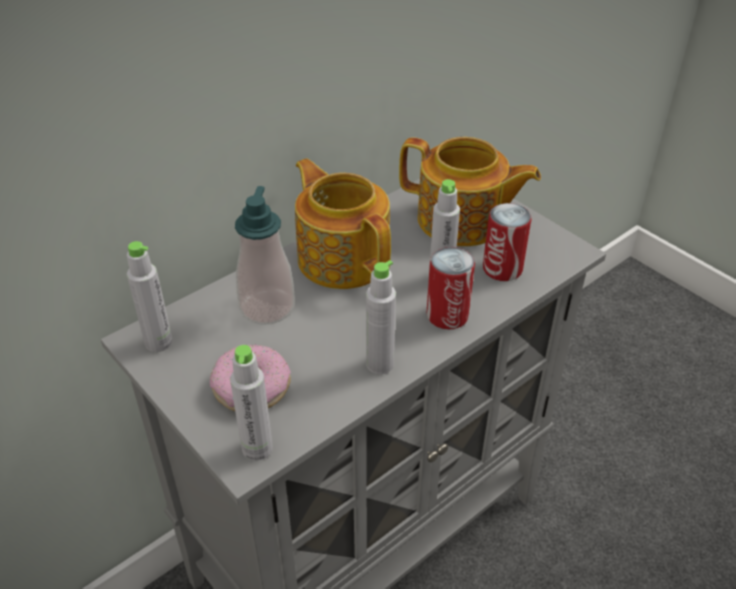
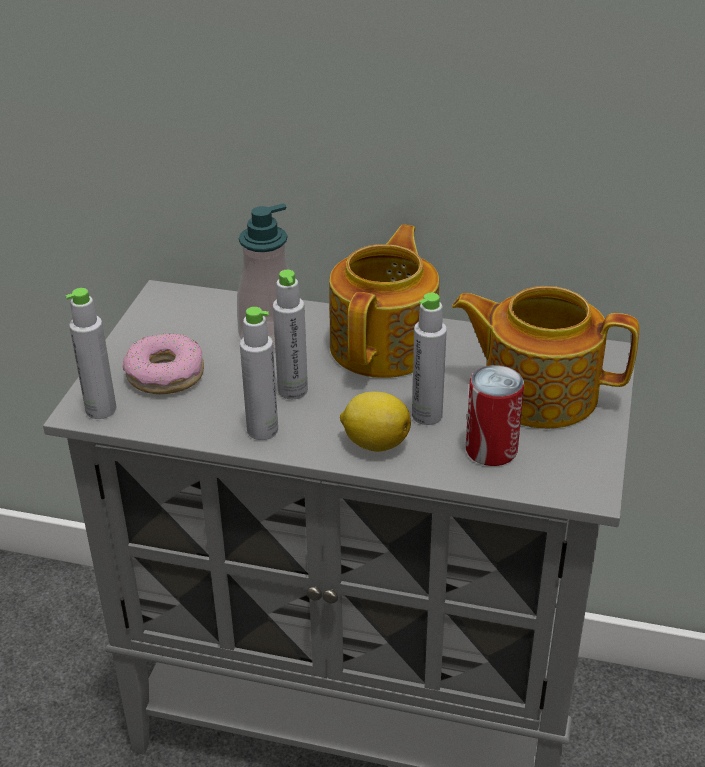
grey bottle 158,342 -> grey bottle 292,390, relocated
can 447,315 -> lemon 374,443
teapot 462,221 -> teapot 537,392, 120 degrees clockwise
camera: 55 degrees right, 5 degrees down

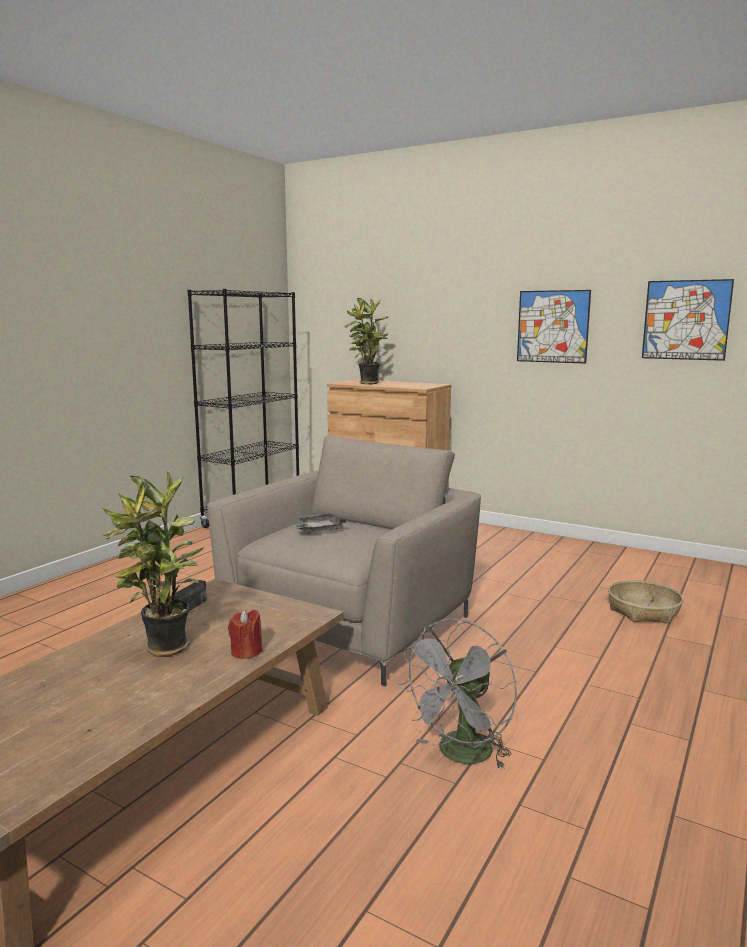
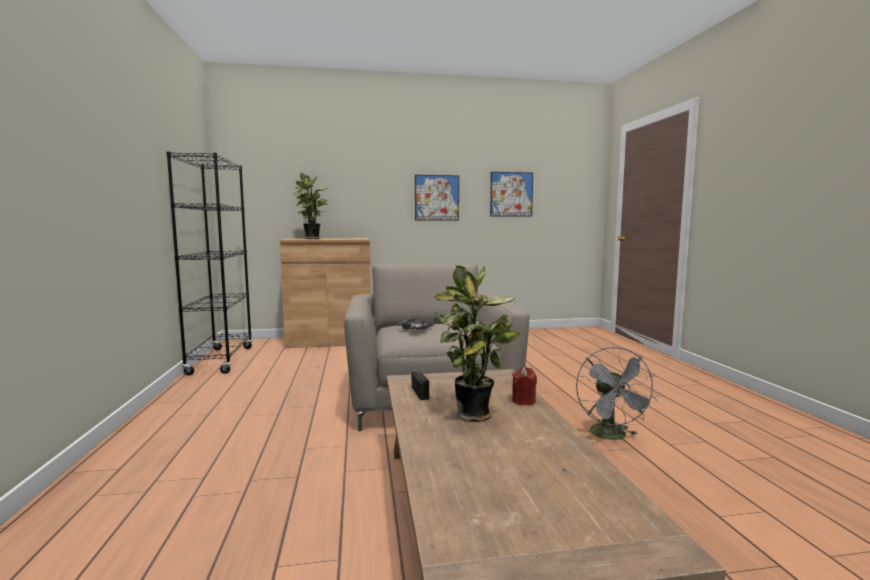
basket 643,611 -> none
camera: 40 degrees left, 5 degrees down

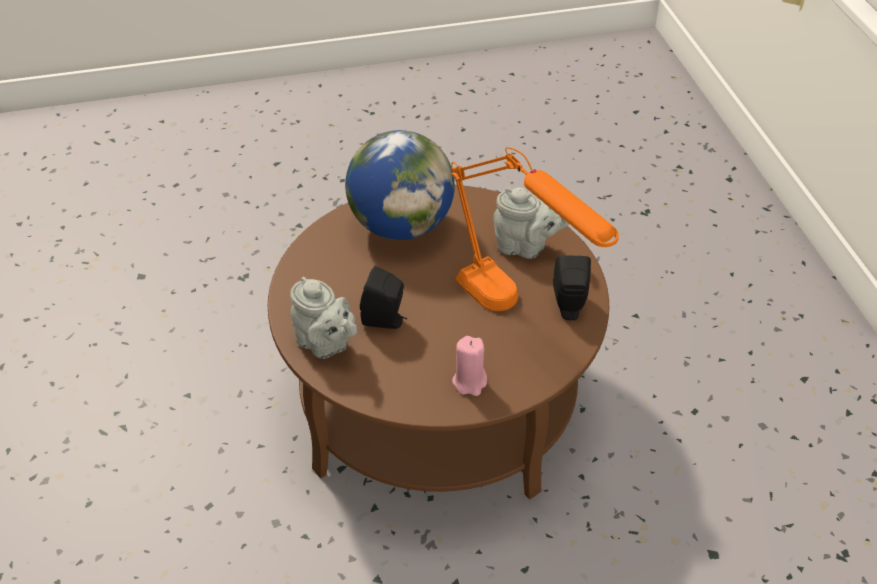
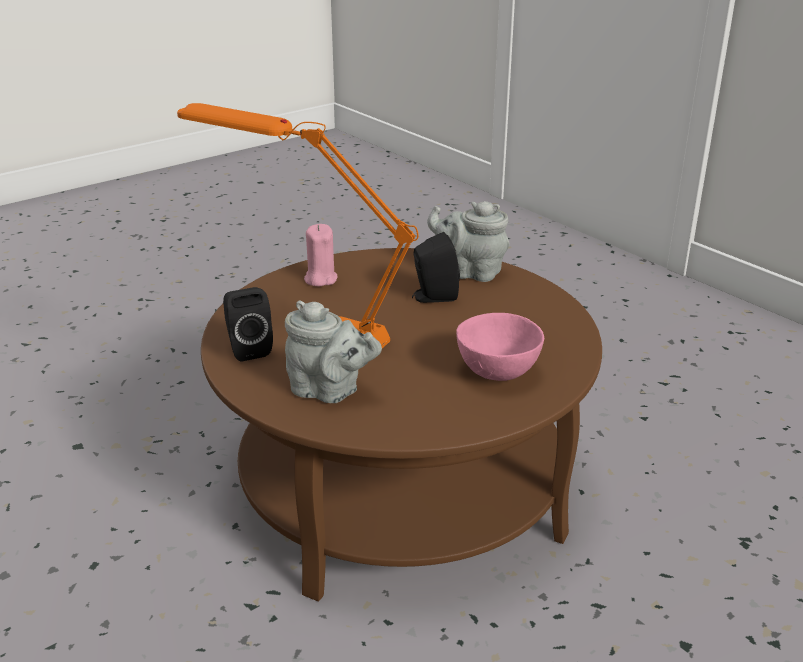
globe 401,226 -> pink bowl 498,374
grey teapot 525,247 -> grey teapot 329,391, 150 degrees counterclockwise
camera: 155 degrees right, 15 degrees down

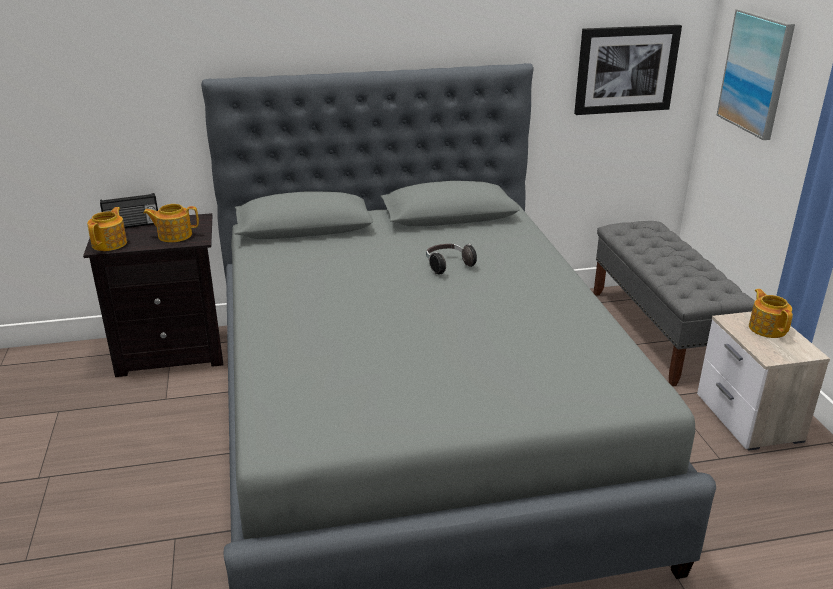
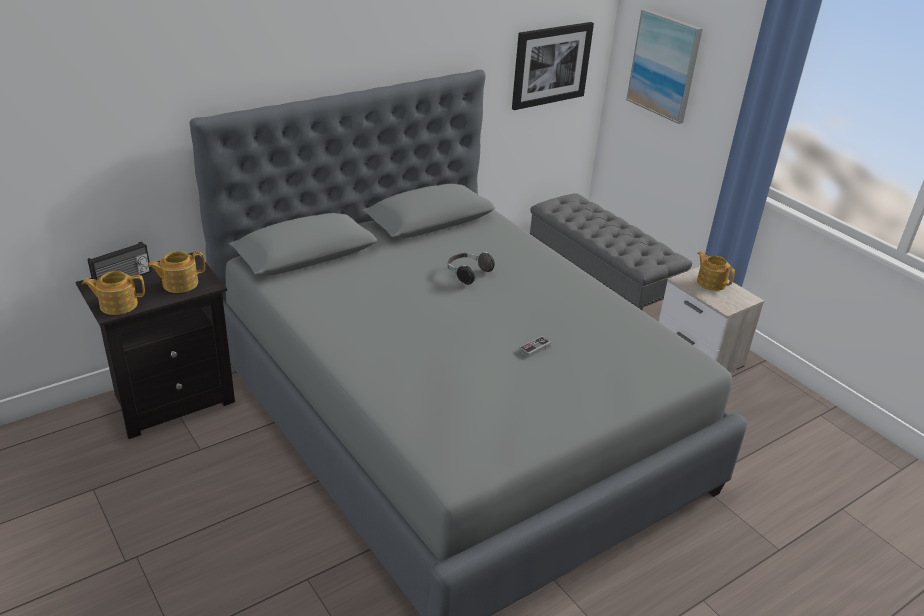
none -> game controller 535,348
teapot 110,243 -> teapot 118,304, 90 degrees counterclockwise
camera: 25 degrees left, 5 degrees up

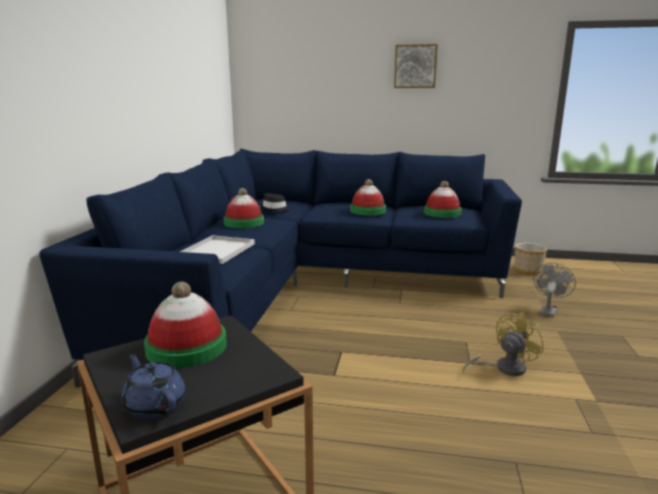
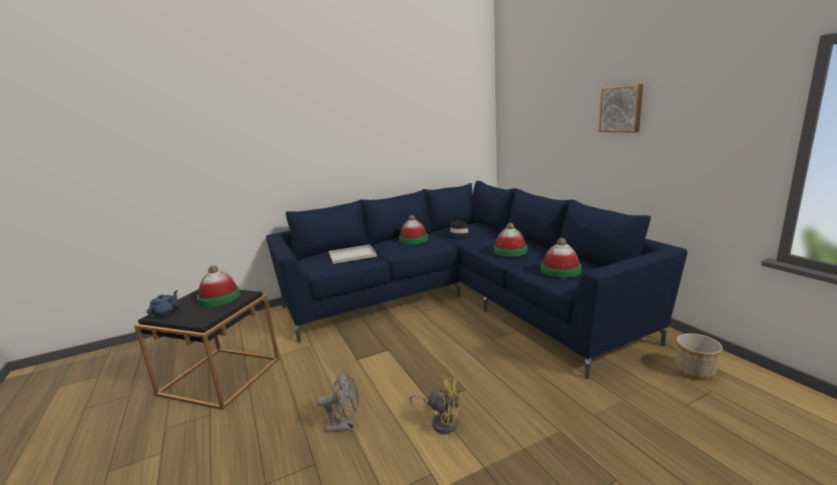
grey fan 548,310 -> grey fan 345,425, relocated
camera: 55 degrees right, 0 degrees up

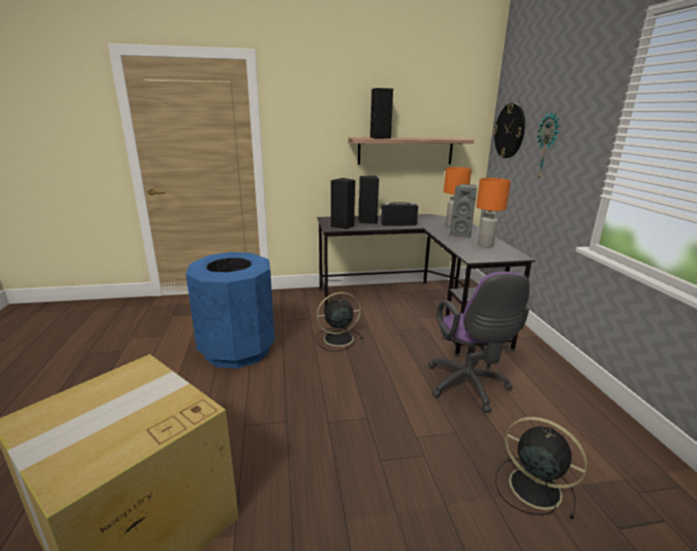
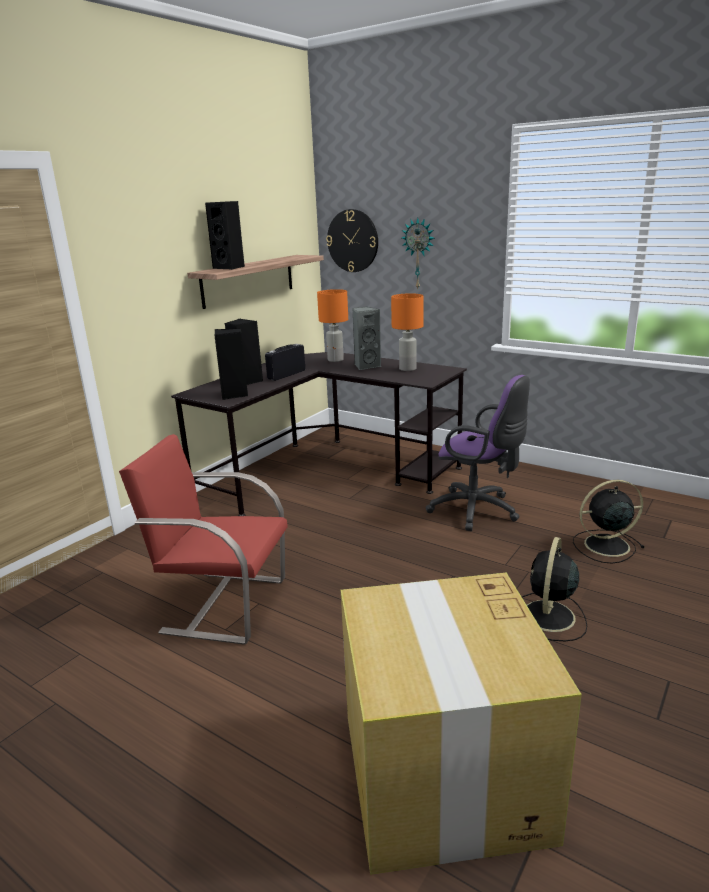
black fan 337,339 -> black fan 548,617, relocated
blue trash can 237,349 -> red chair 223,604
camera: 45 degrees left, 0 degrees up

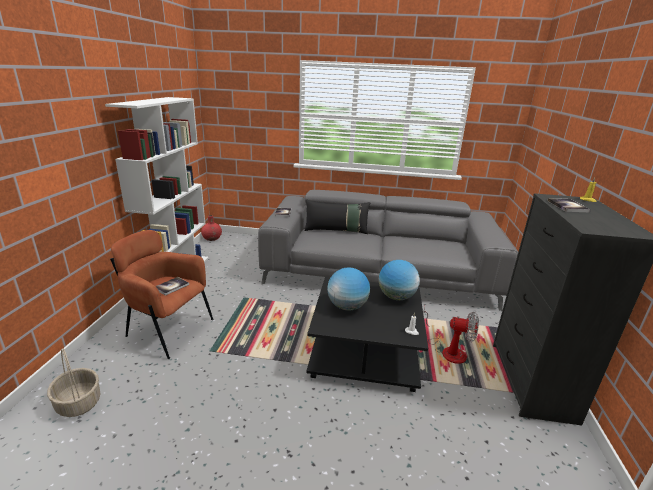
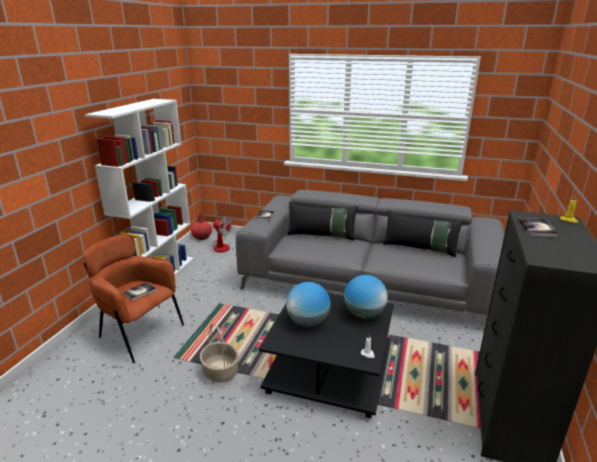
none -> black pillow 420,248
basket 78,403 -> basket 220,371, relocated
fan 448,350 -> fan 221,246, relocated
camera: 10 degrees right, 0 degrees up

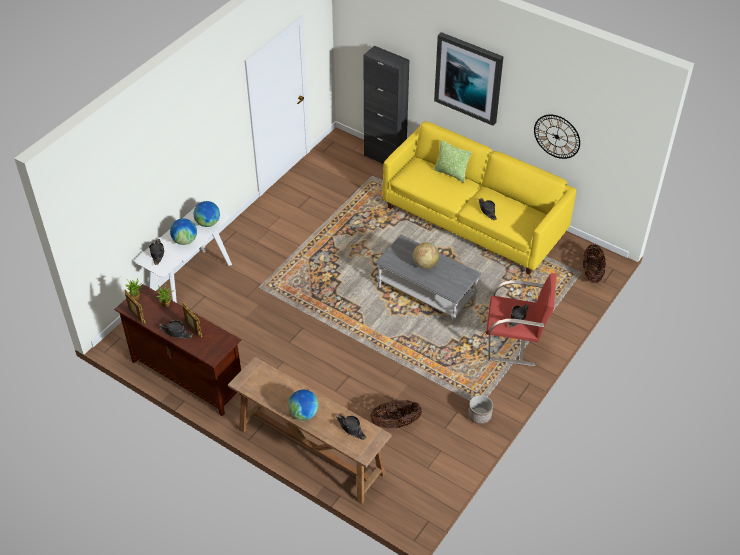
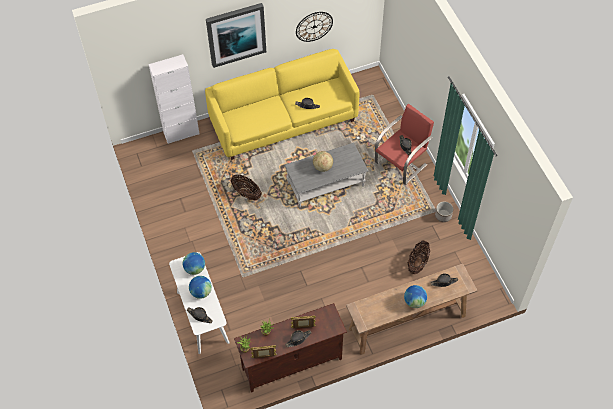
pillow 451,173 -> none
basket 592,273 -> basket 246,193, relocated
black cabinet 385,158 -> white cabinet 181,133
camera: 55 degrees left, 10 degrees up

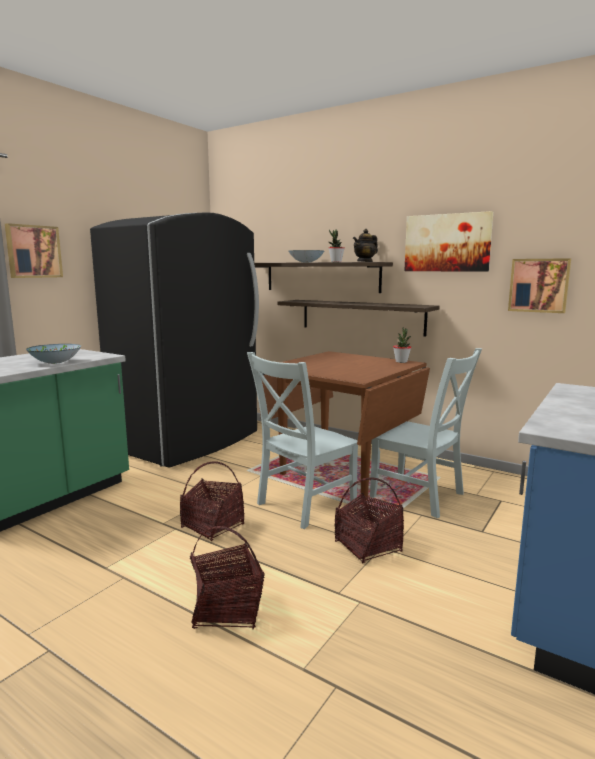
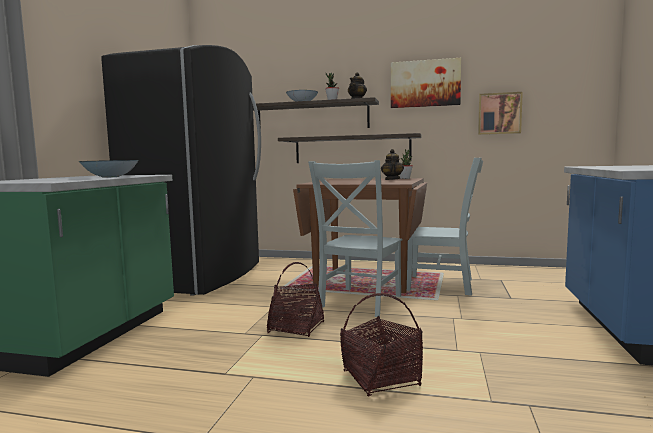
picture 33,251 -> none
basket 368,547 -> none
none -> teapot 392,179
camera: 20 degrees left, 5 degrees down

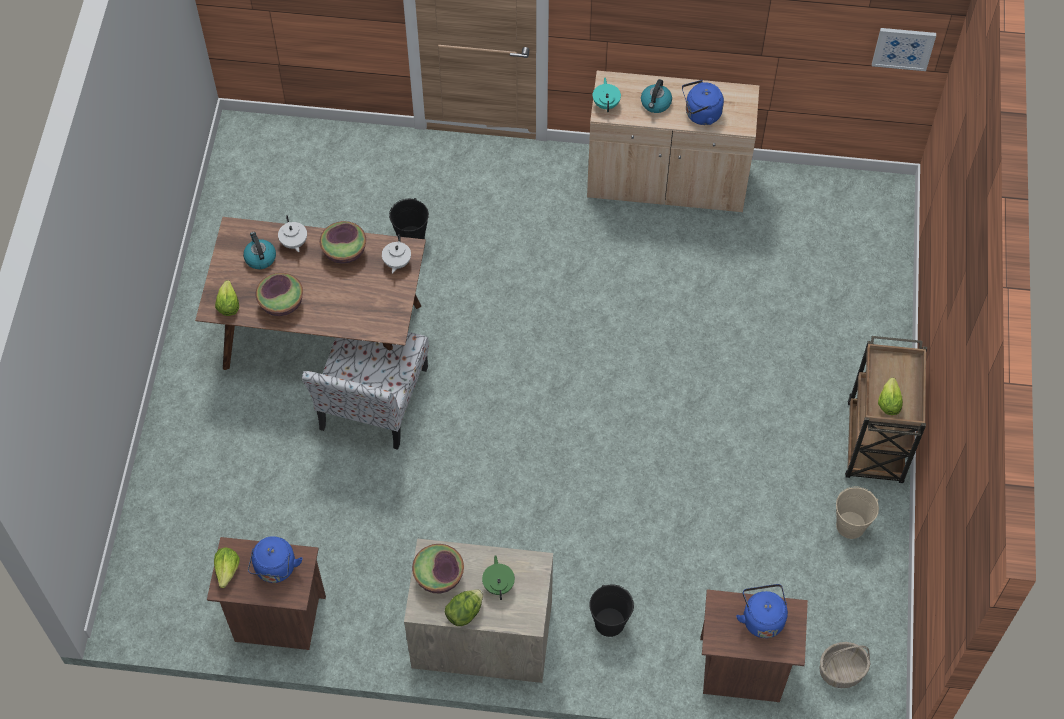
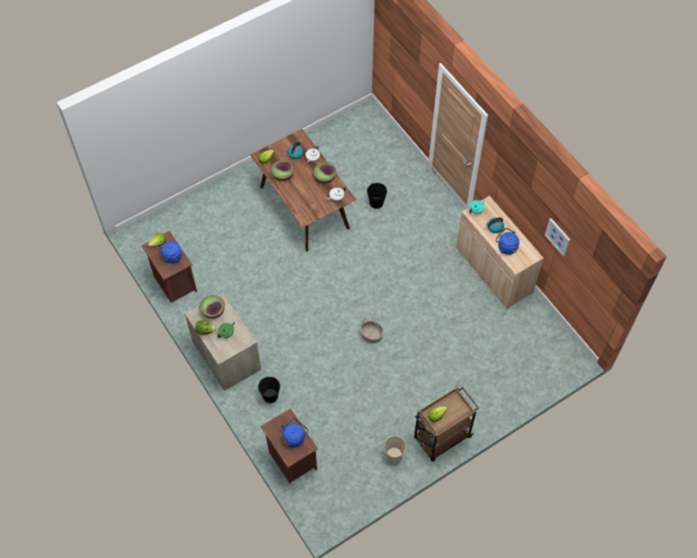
chair 372,401 -> none
basket 841,671 -> basket 371,335, relocated
picture 903,48 -> picture 558,236, relocated
camera: 50 degrees right, 0 degrees up

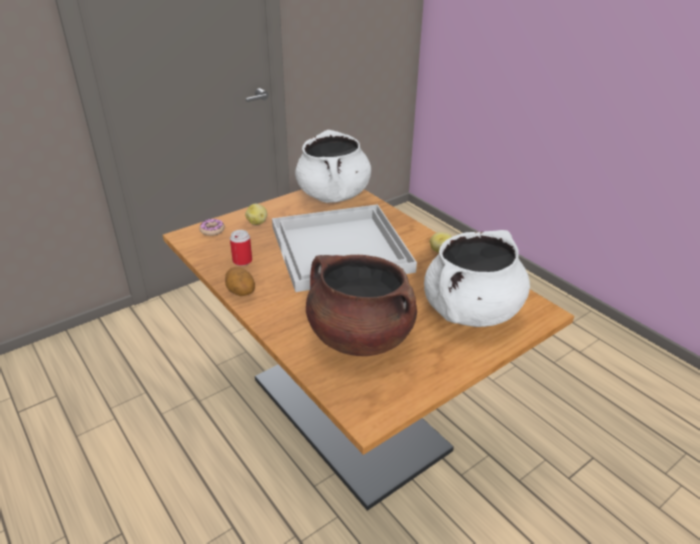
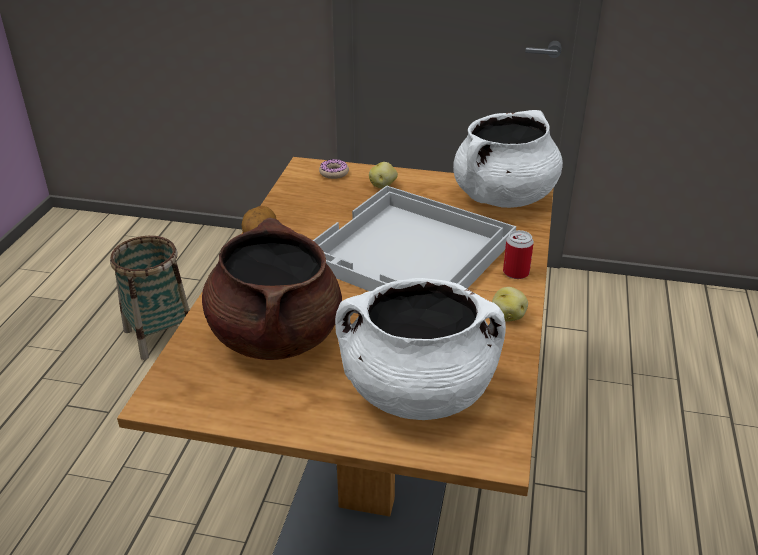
none -> basket 160,335
can 242,261 -> can 516,272, relocated
camera: 50 degrees right, 0 degrees up

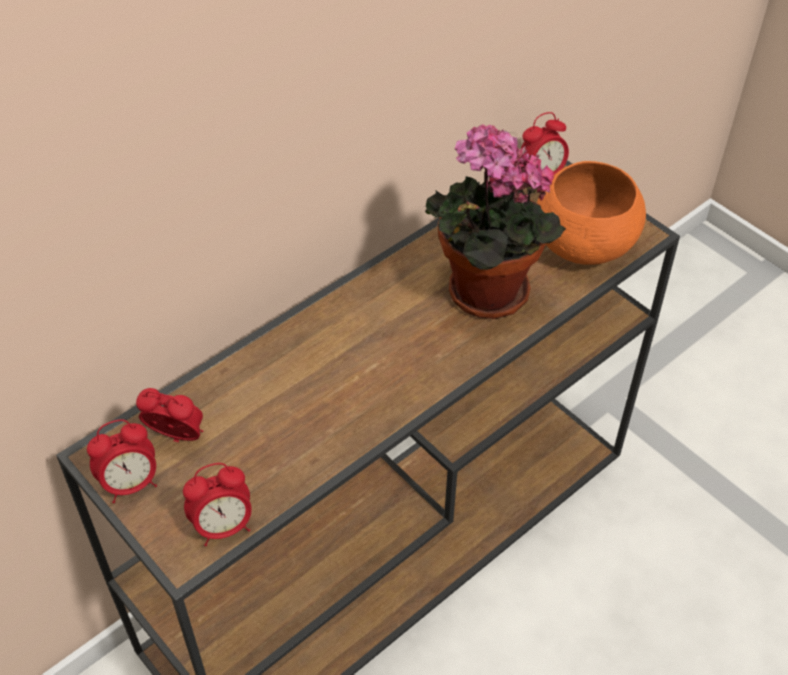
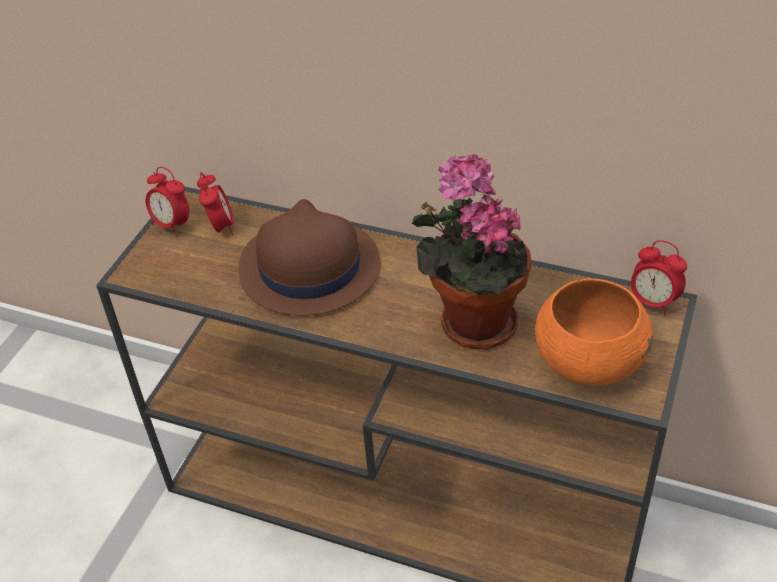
alarm clock 223,527 -> none
none -> brown hat 308,268
camera: 65 degrees right, 5 degrees down

